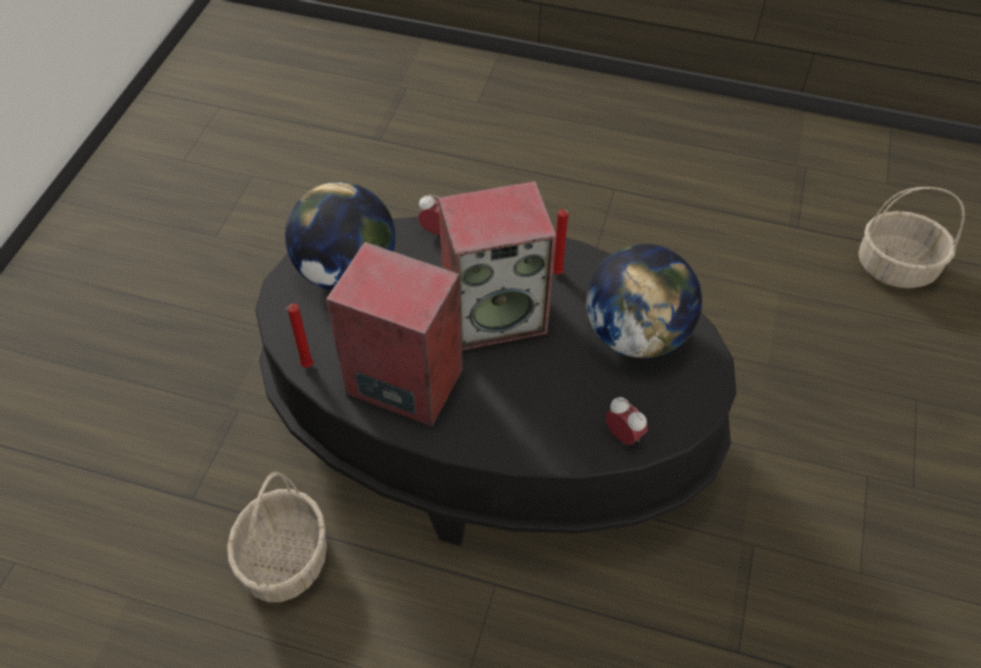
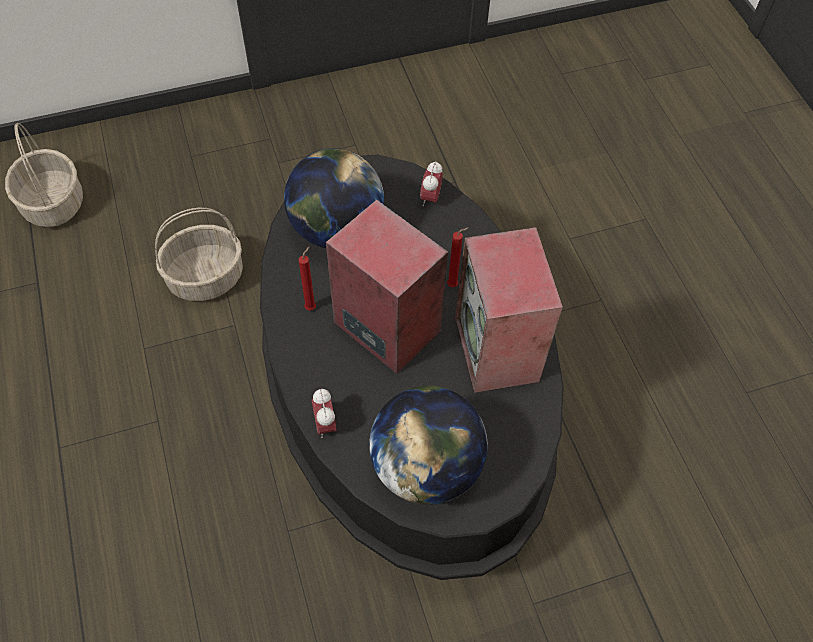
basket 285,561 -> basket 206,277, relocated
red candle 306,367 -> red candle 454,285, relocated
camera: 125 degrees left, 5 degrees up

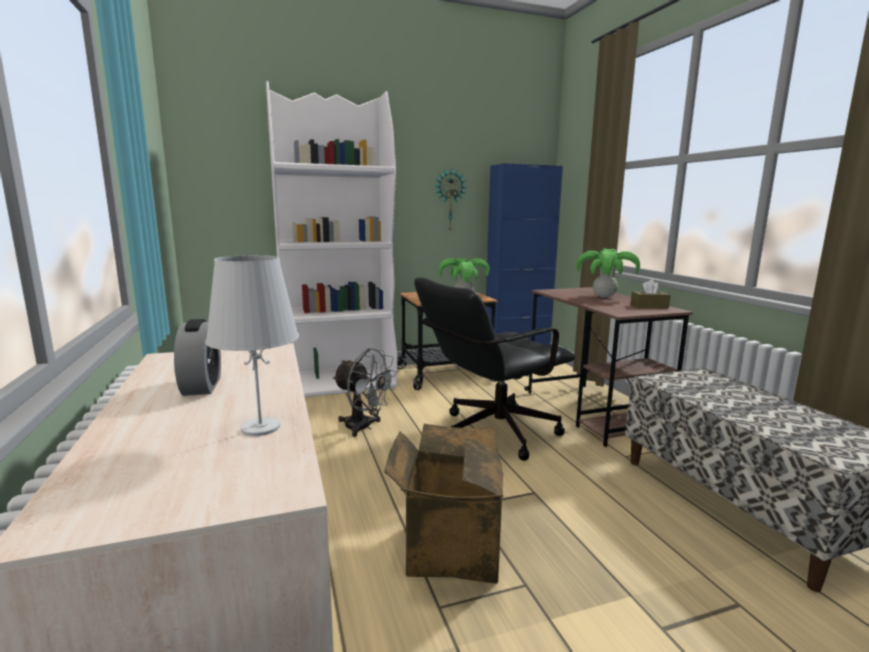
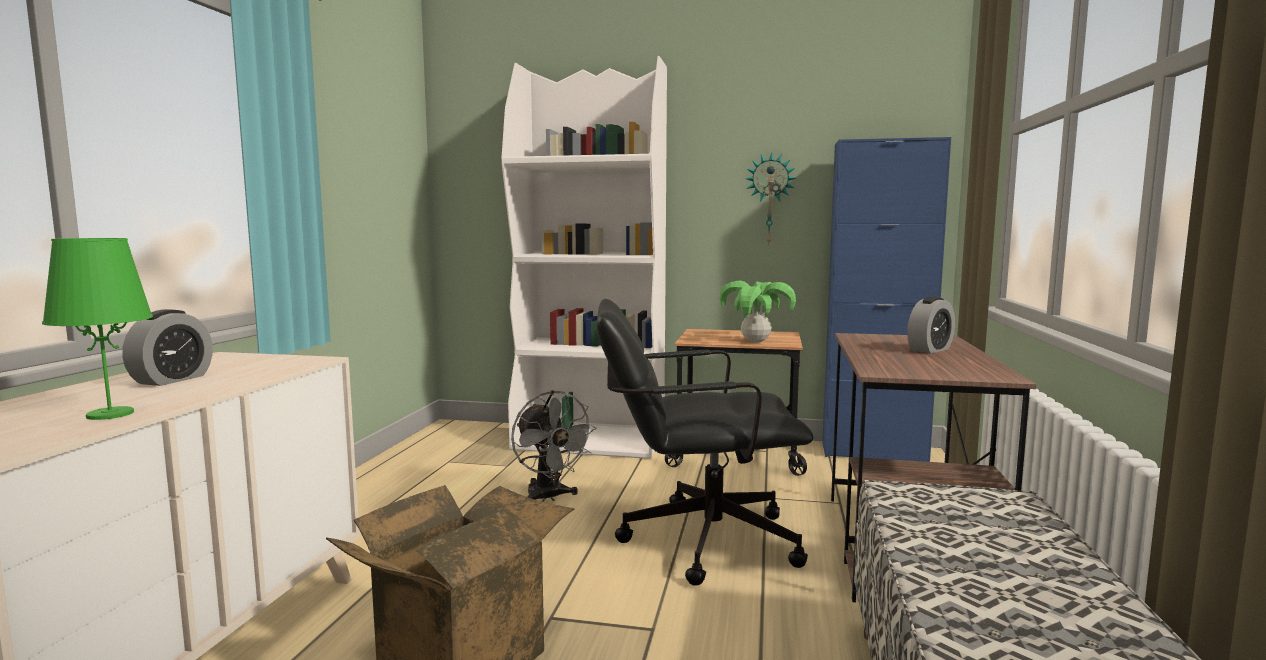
brown tissue box 649,306 -> none
potted plant 604,296 -> alarm clock 930,349
white table lamp 260,427 -> green table lamp 111,414
camera: 30 degrees right, 5 degrees down

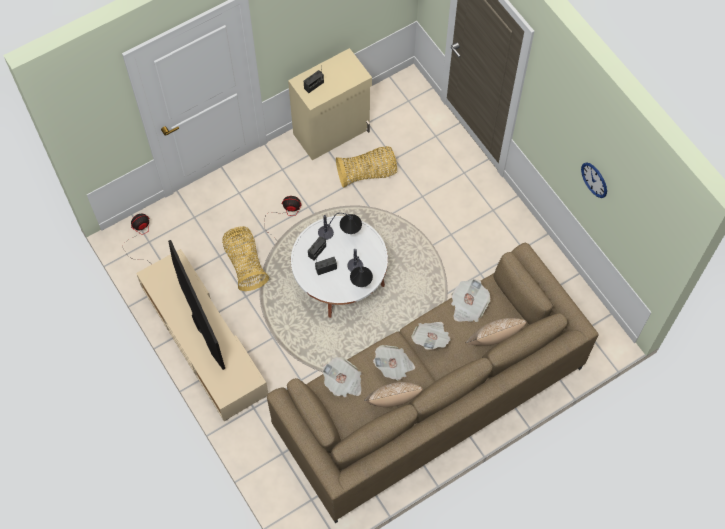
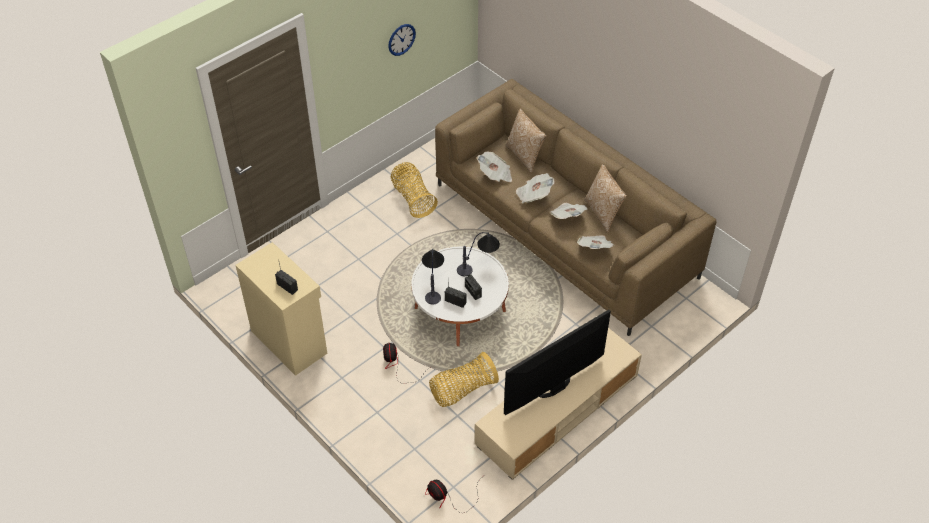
basket 367,174 -> basket 413,198, relocated
camera: 100 degrees left, 15 degrees down

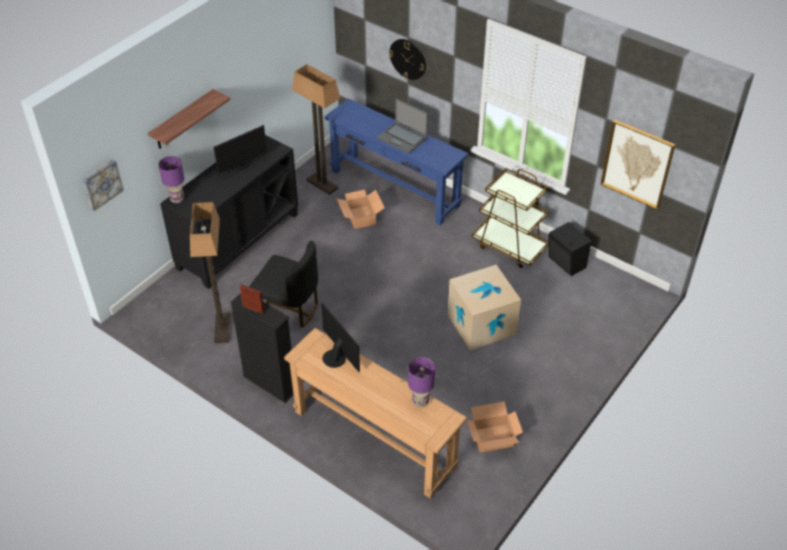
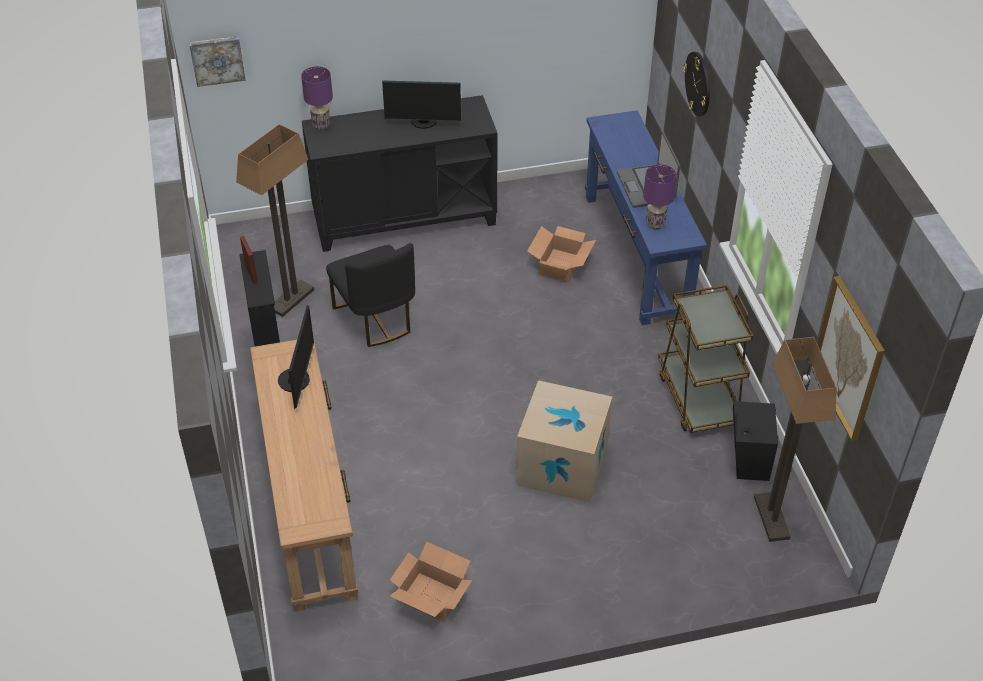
shelf 183,120 -> none
floor lamp 322,184 -> floor lamp 772,518, relocated
purple table lamp 420,401 -> purple table lamp 655,224, relocated
camera: 40 degrees right, 0 degrees up

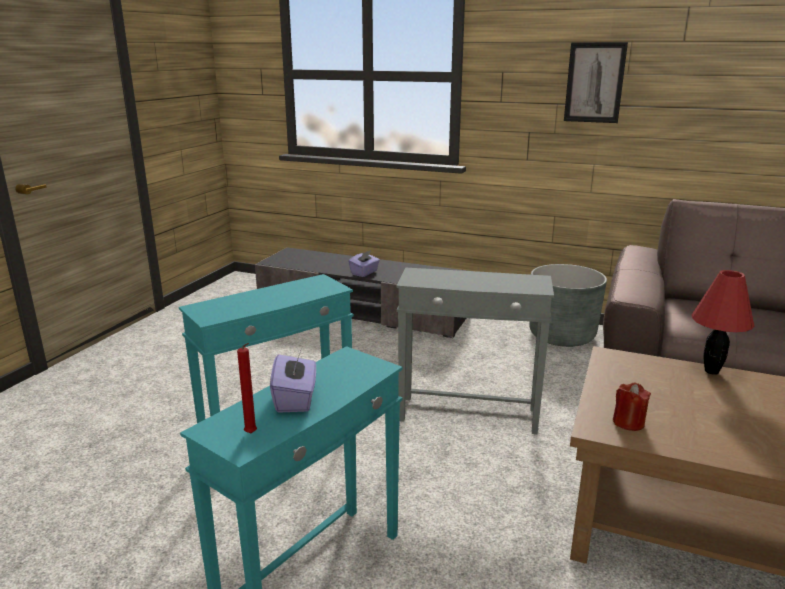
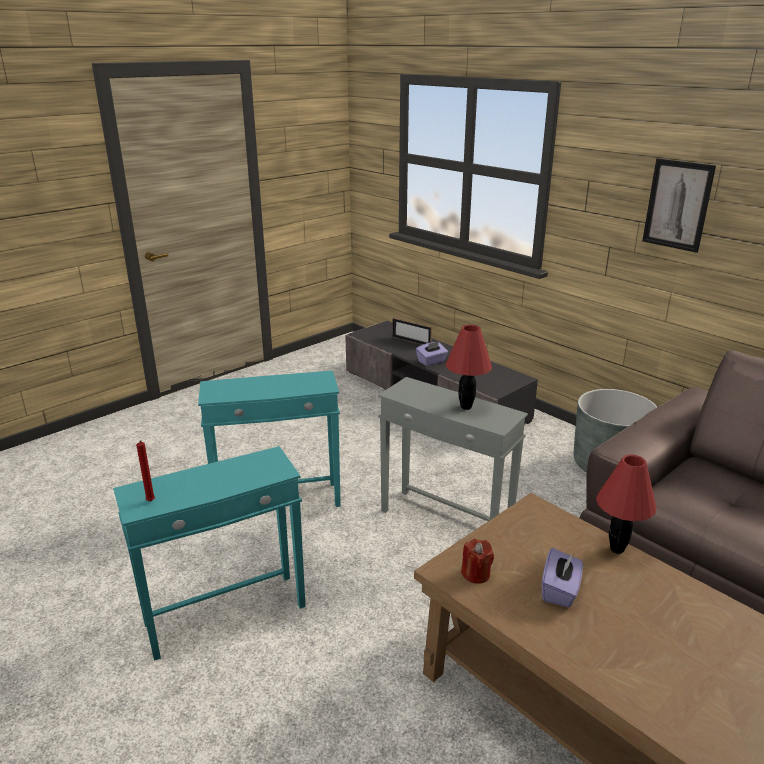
none -> picture frame 411,341
none -> red table lamp 466,407
purple tissue box 295,399 -> purple tissue box 560,590, relocated
camera: 25 degrees right, 5 degrees up

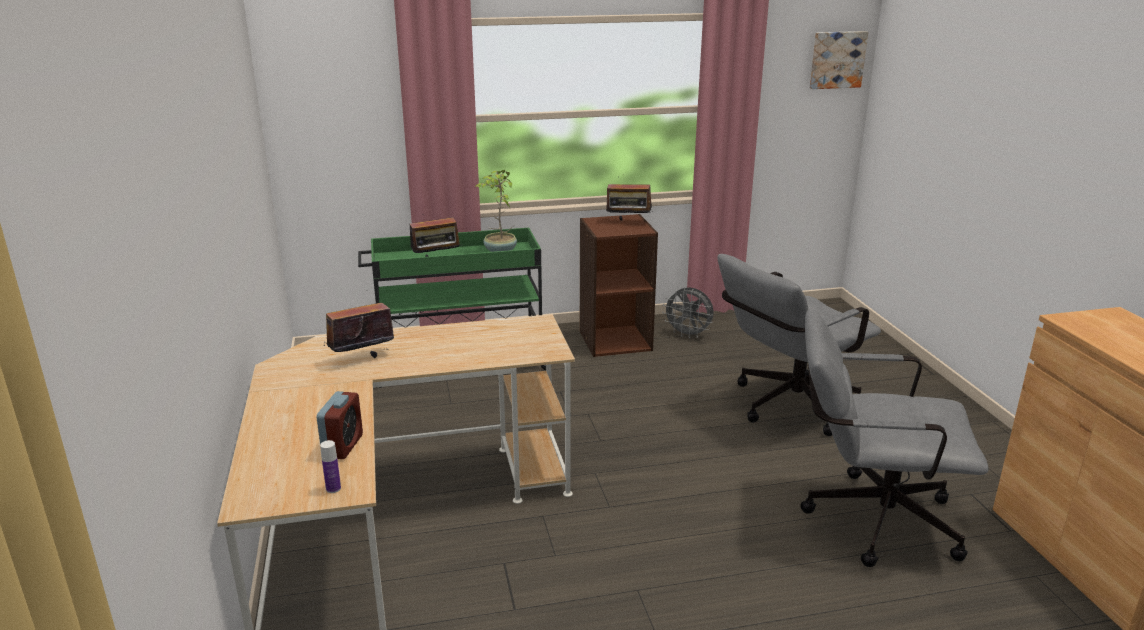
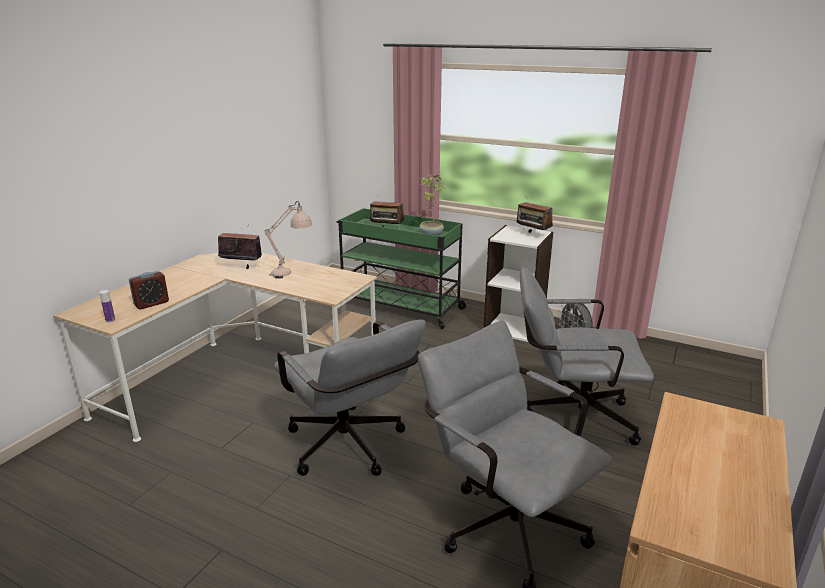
picture 836,59 -> none
none -> beige table lamp 292,273
none -> grey office chair 350,449
brown bookcase 615,340 -> white bookcase 514,327
camera: 40 degrees right, 0 degrees up

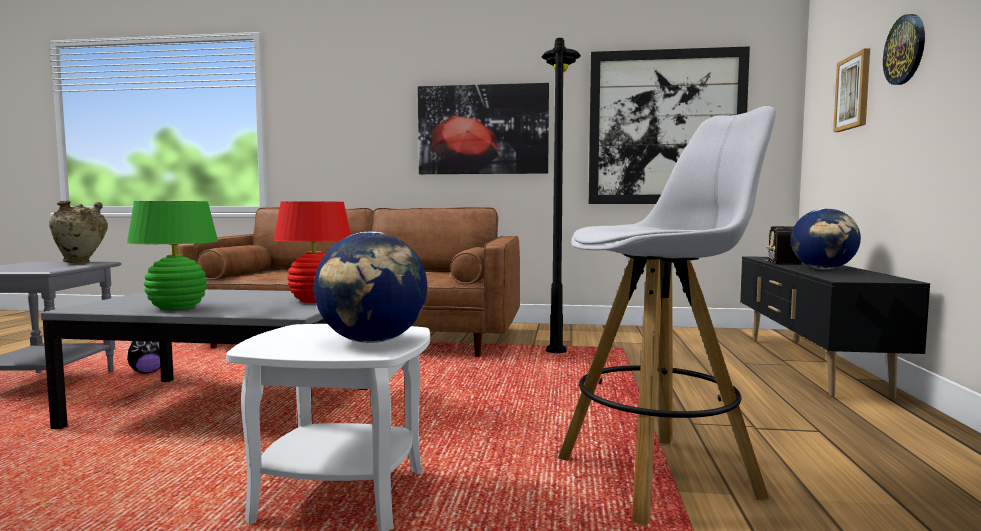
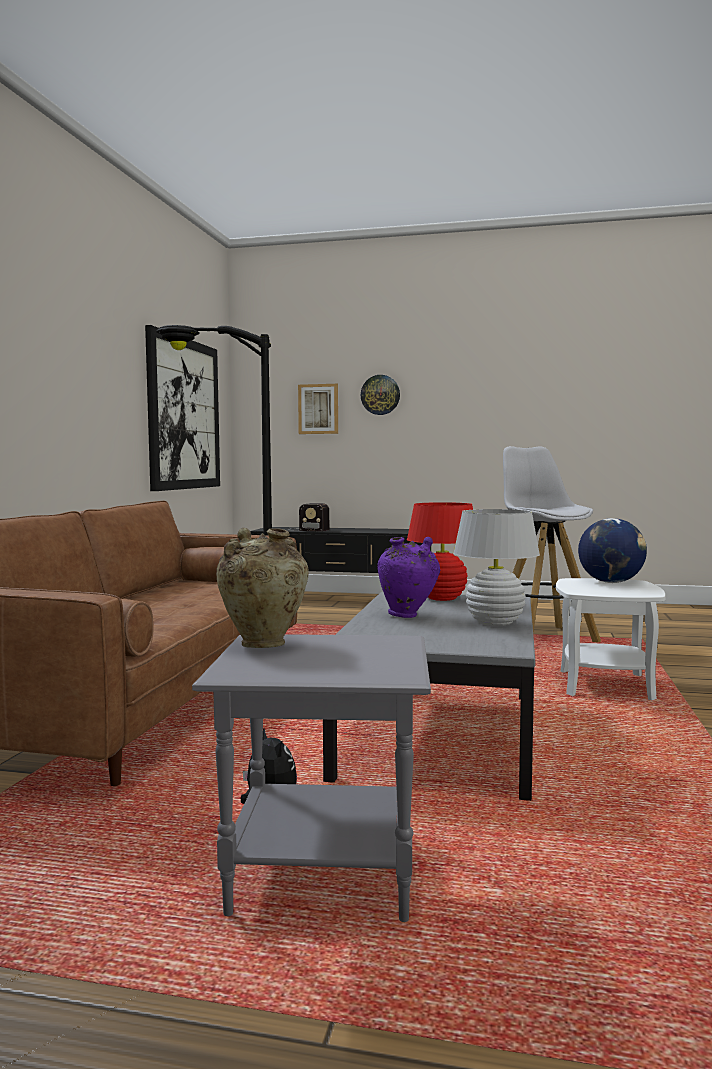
picture 483,130 -> none
globe 823,269 -> none
none -> purple vase 408,616
green table lamp 177,308 -> white table lamp 495,623
camera: 85 degrees left, 0 degrees up

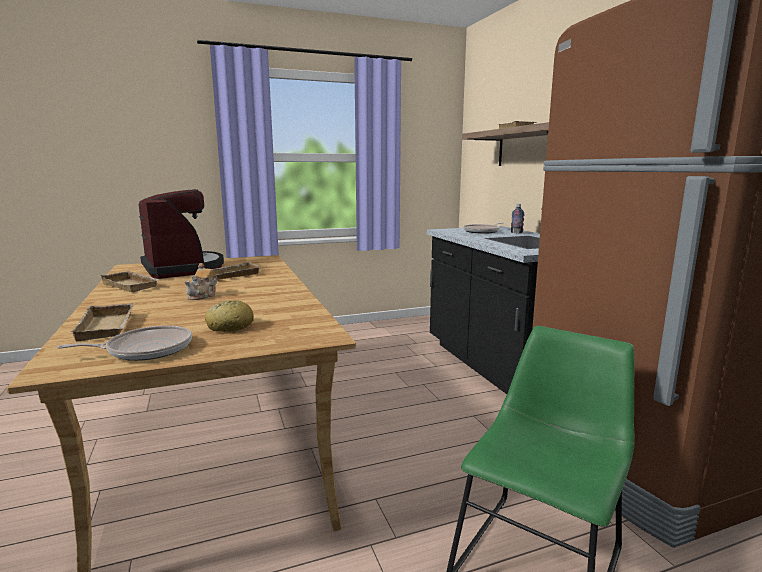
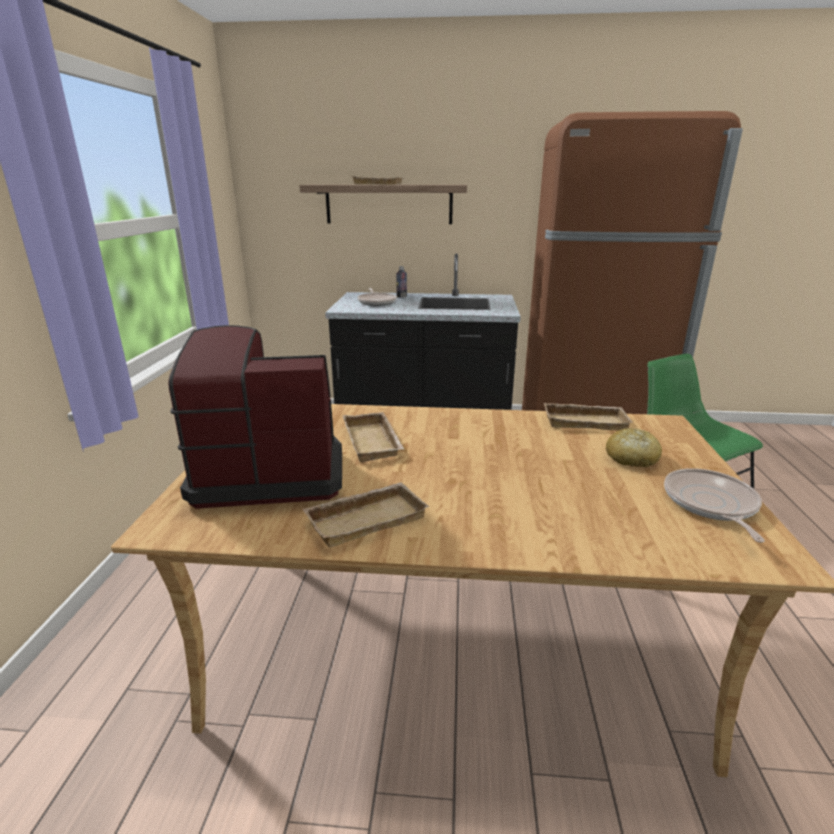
teapot 203,296 -> none
beige tray 109,327 -> beige tray 585,421, relocated
camera: 65 degrees left, 10 degrees up

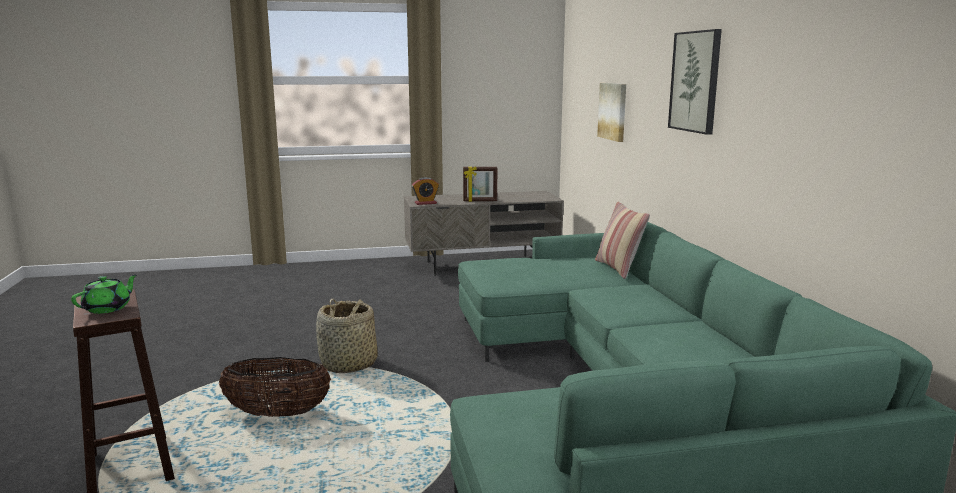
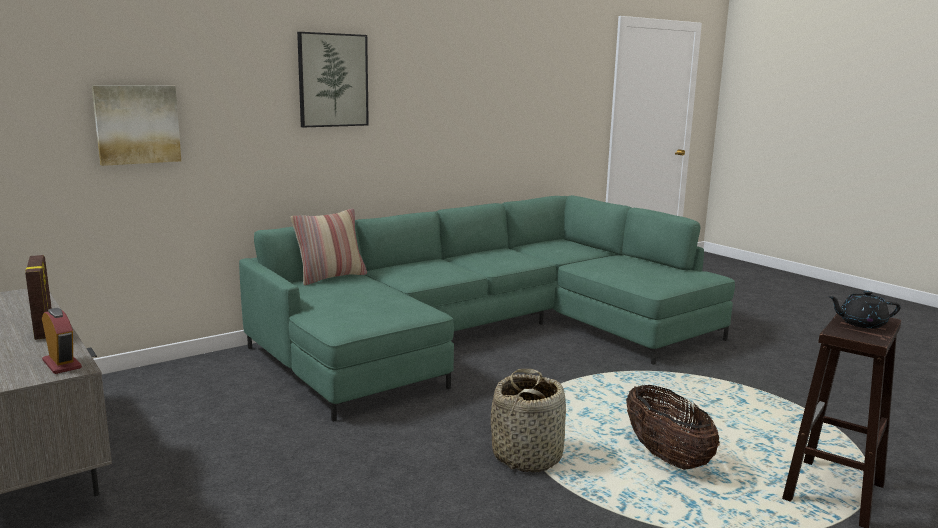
green teapot 108,308 -> black teapot 861,323
camera: 115 degrees left, 0 degrees up

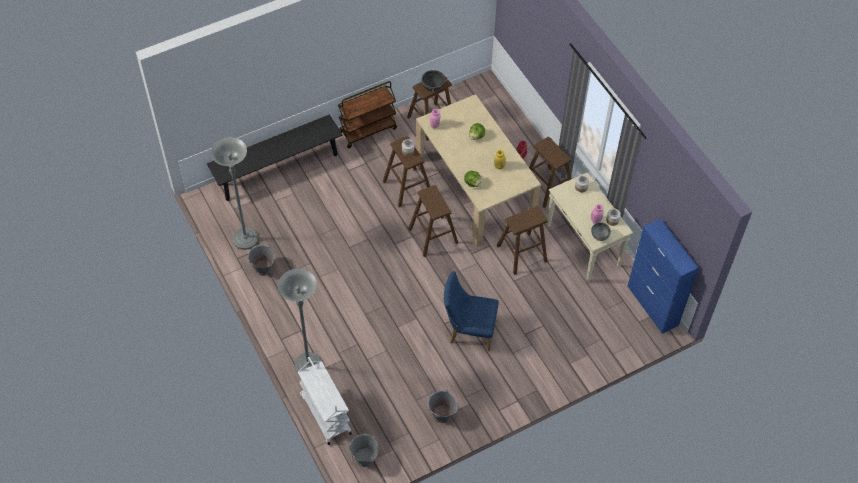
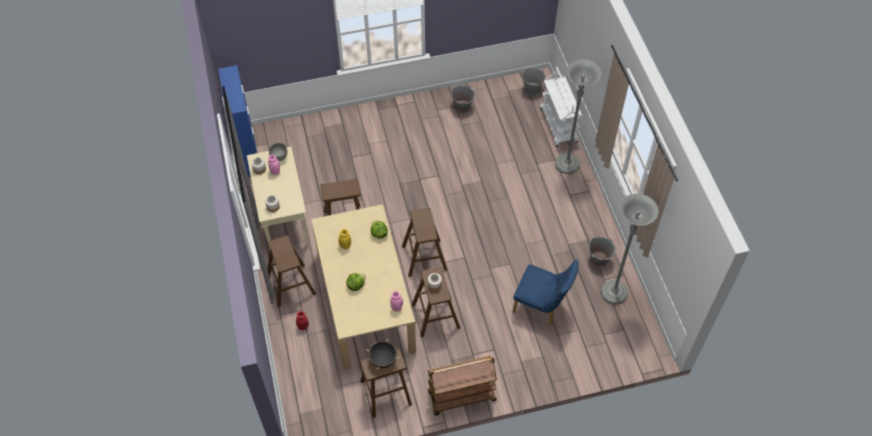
black bench 278,169 -> none
blue chair 468,331 -> blue chair 542,307, relocated
camera: 165 degrees left, 0 degrees up

